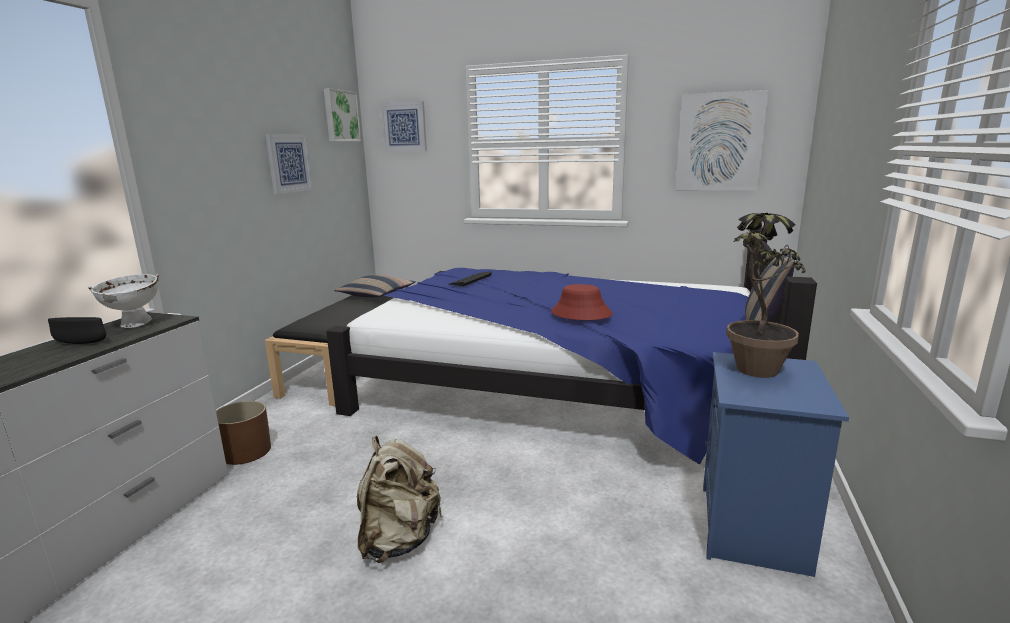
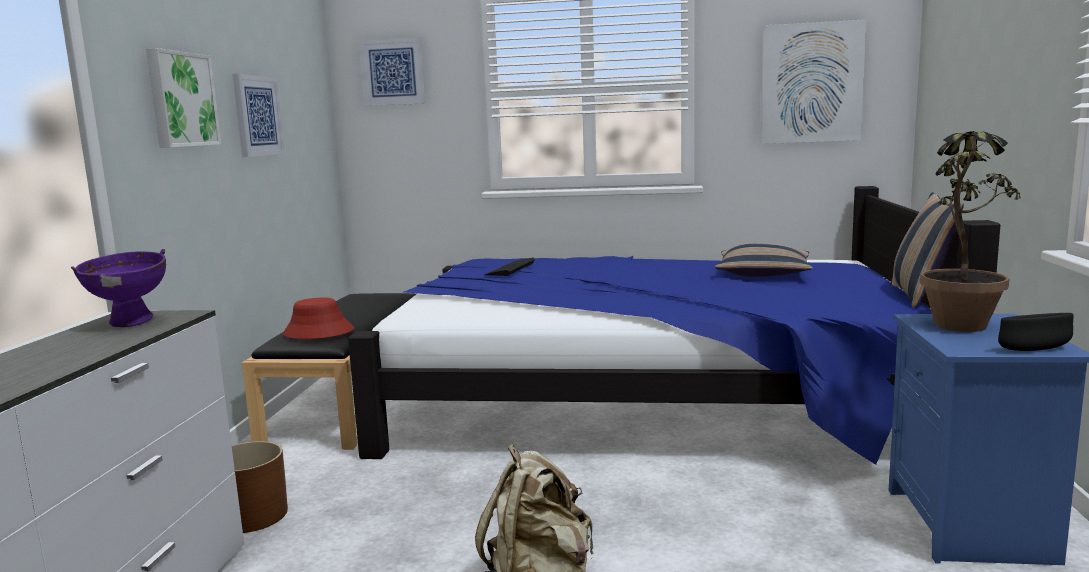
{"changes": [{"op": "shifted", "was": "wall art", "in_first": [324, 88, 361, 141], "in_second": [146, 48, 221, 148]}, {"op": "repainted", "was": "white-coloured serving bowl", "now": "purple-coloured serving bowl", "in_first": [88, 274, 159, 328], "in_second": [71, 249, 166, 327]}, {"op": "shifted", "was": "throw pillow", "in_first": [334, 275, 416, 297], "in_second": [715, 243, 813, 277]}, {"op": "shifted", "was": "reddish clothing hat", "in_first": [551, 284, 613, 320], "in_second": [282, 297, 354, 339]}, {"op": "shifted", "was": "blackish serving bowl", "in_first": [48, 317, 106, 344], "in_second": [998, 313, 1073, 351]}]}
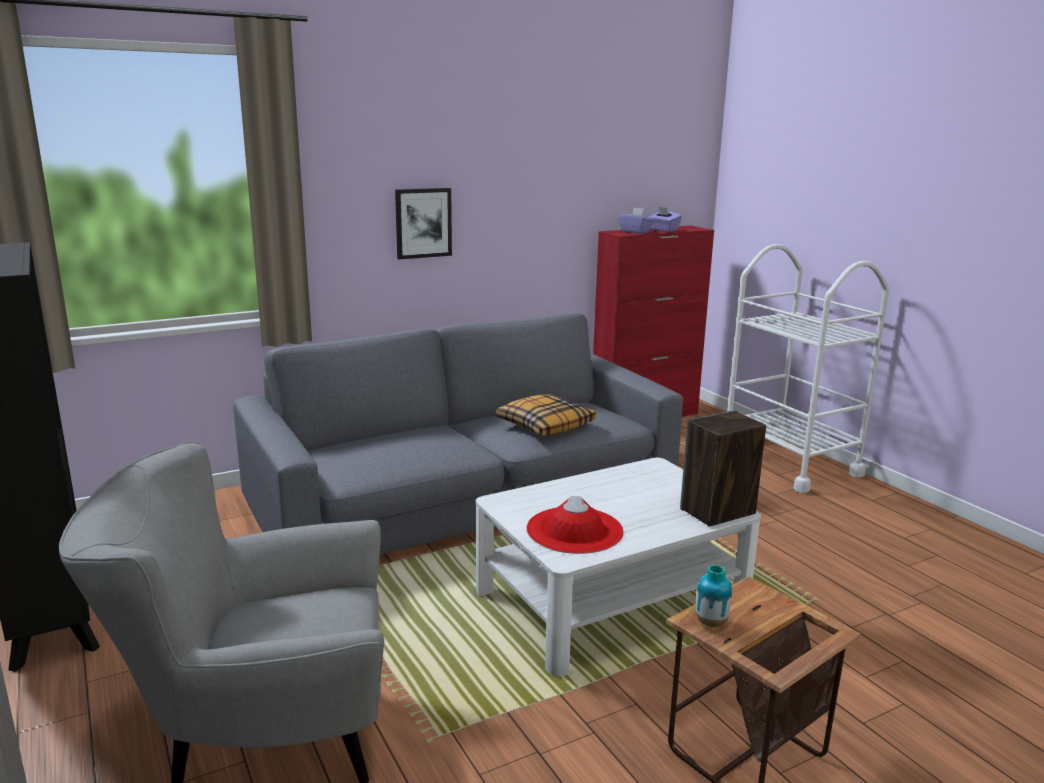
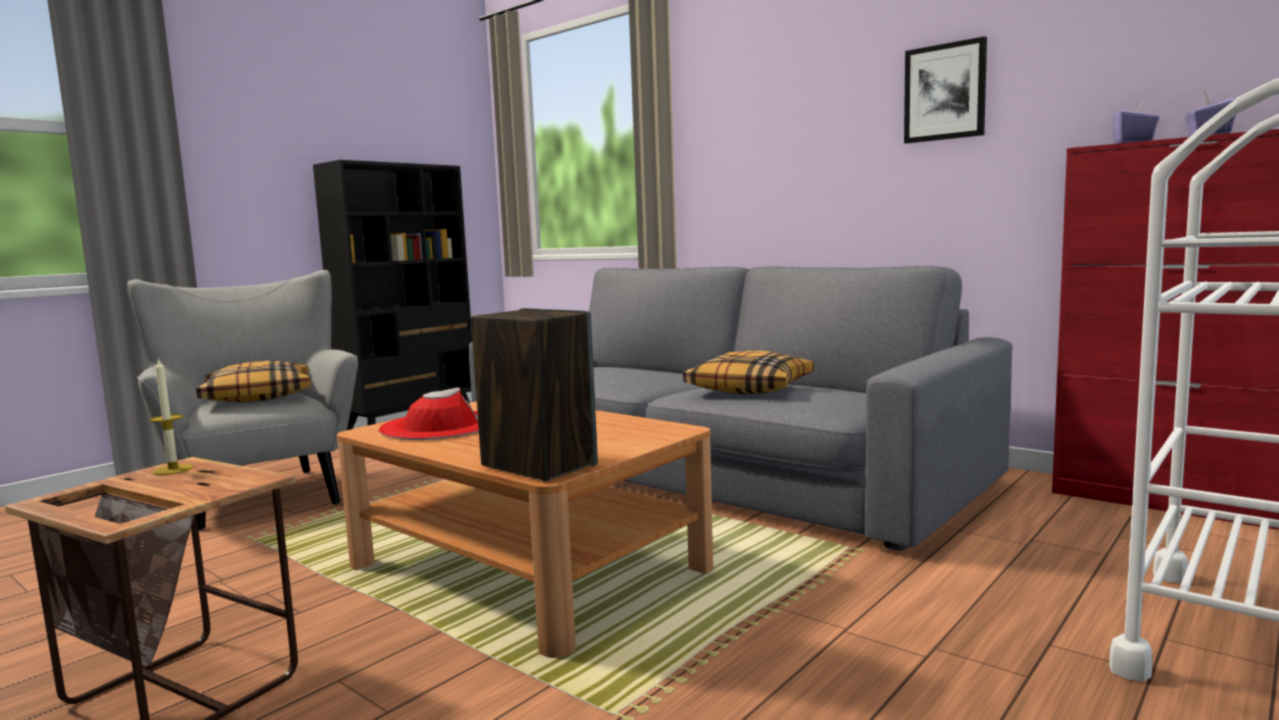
{"changes": [{"op": "shifted", "was": "wall art", "in_first": [395, 188, 452, 259], "in_second": [904, 36, 987, 144]}, {"op": "repainted", "was": "white-coloured low table", "now": "brown low table", "in_first": [476, 458, 761, 677], "in_second": [337, 401, 713, 658]}, {"op": "swapped", "was": "vase", "now": "wax candle", "in_first": [696, 565, 732, 627], "in_second": [149, 358, 193, 475]}, {"op": "new", "now": "throw pillow", "in_second": [196, 361, 311, 402]}]}
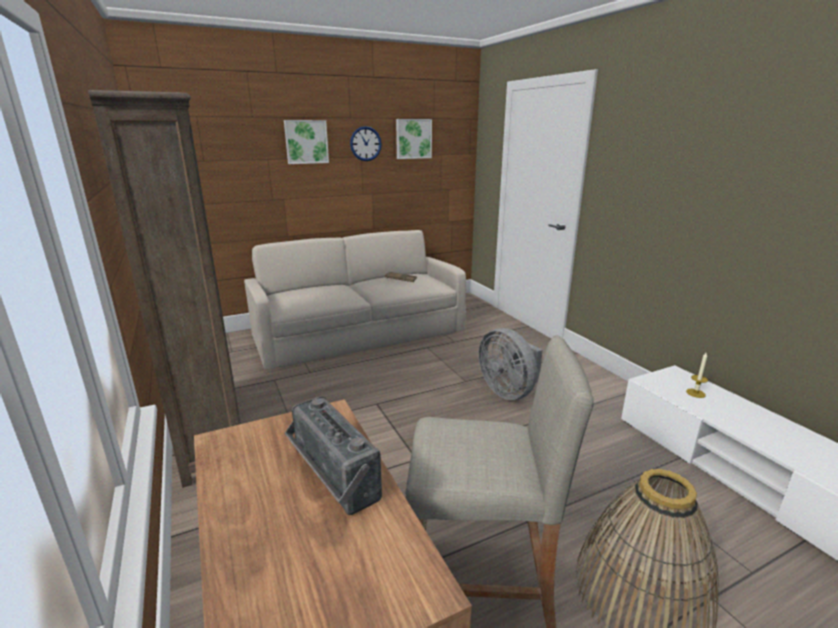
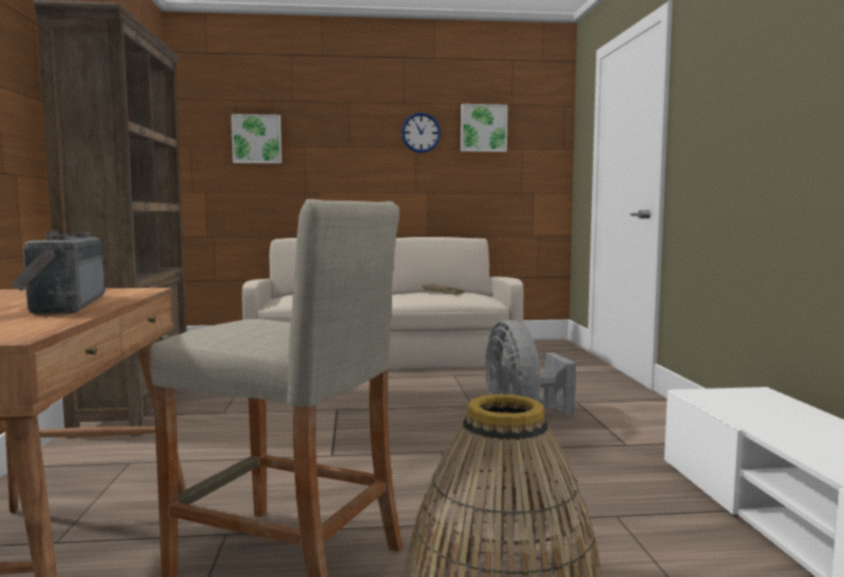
{"changes": [{"op": "shifted", "was": "wall art", "in_first": [284, 120, 329, 164], "in_second": [231, 114, 282, 164]}, {"op": "gone", "was": "wax candle", "in_first": [686, 353, 708, 398]}]}
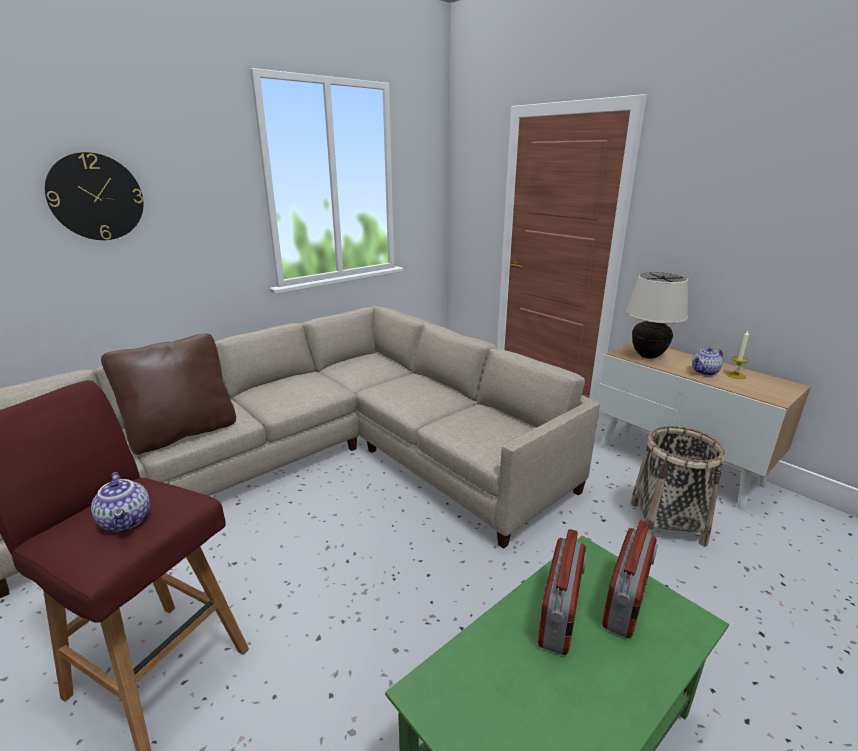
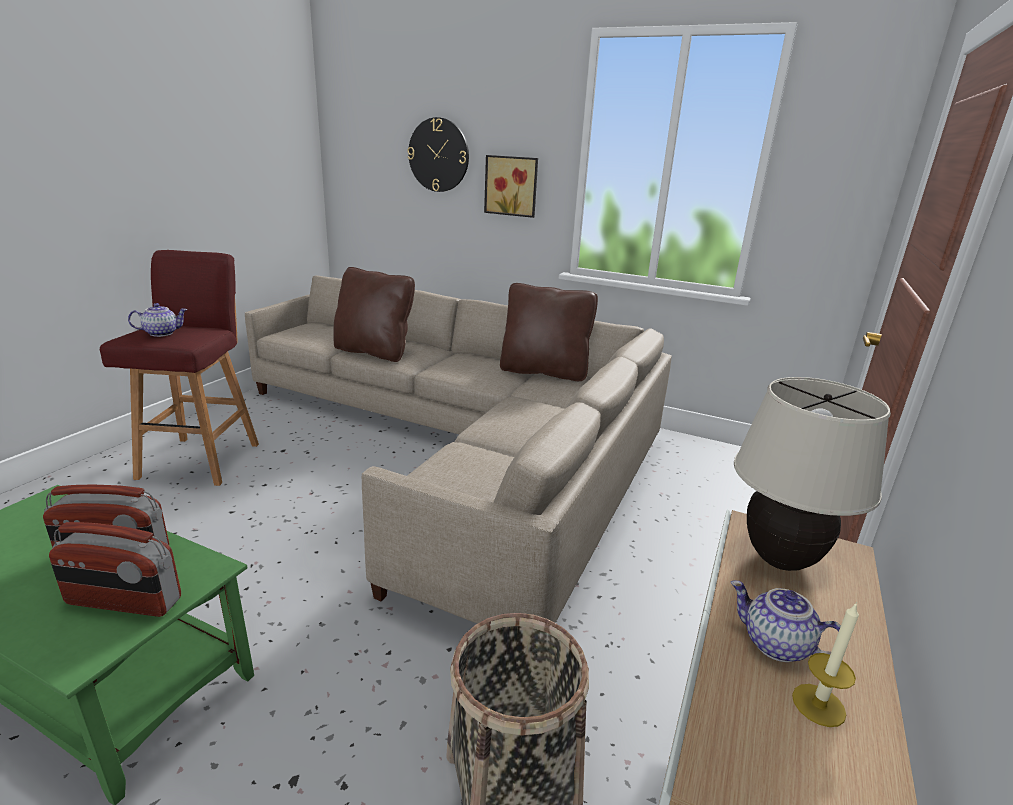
{"changes": [{"op": "rotated", "was": "pot for tea", "in_first": [91, 472, 150, 532], "in_second": [128, 303, 187, 337], "clockwise": -150}, {"op": "new", "now": "wall art", "in_second": [484, 155, 538, 218]}, {"op": "new", "now": "brown throw pillow", "in_second": [500, 283, 598, 381]}]}
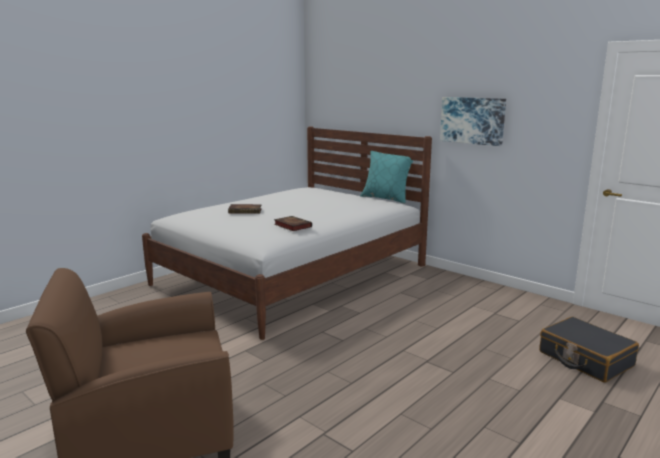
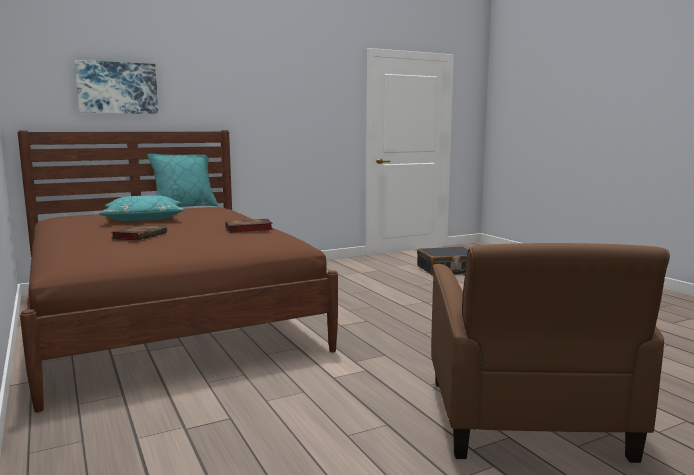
{"changes": [{"op": "shifted", "was": "wall art", "in_first": [440, 97, 506, 146], "in_second": [75, 60, 158, 114]}, {"op": "repainted", "was": "white-coloured bed", "now": "brown bed", "in_first": [142, 126, 432, 340], "in_second": [18, 130, 338, 412]}, {"op": "new", "now": "blue-green throw pillow", "in_second": [99, 195, 184, 221]}]}
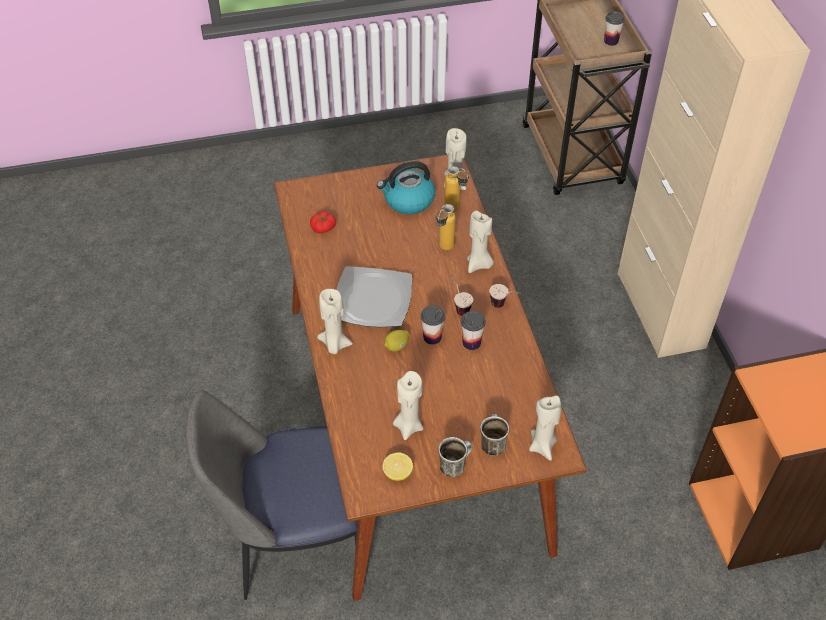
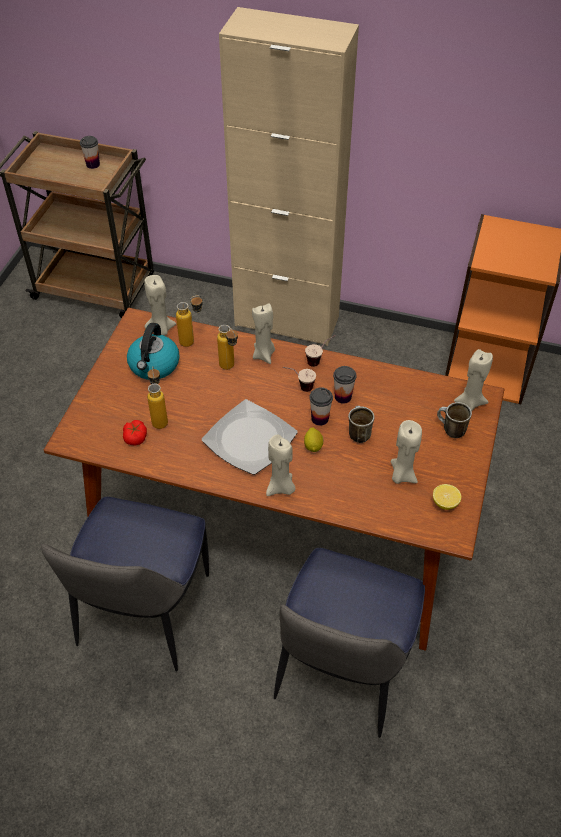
{"changes": [{"op": "shifted", "was": "mug", "in_first": [438, 437, 473, 477], "in_second": [348, 406, 375, 443]}, {"op": "new", "now": "bottle", "in_second": [147, 366, 168, 429]}, {"op": "new", "now": "plain chair", "in_second": [41, 497, 209, 672]}]}
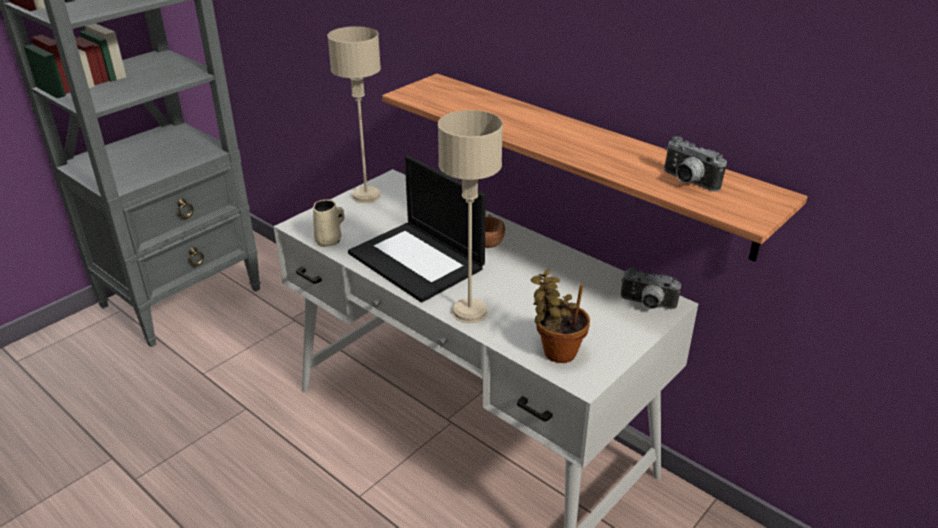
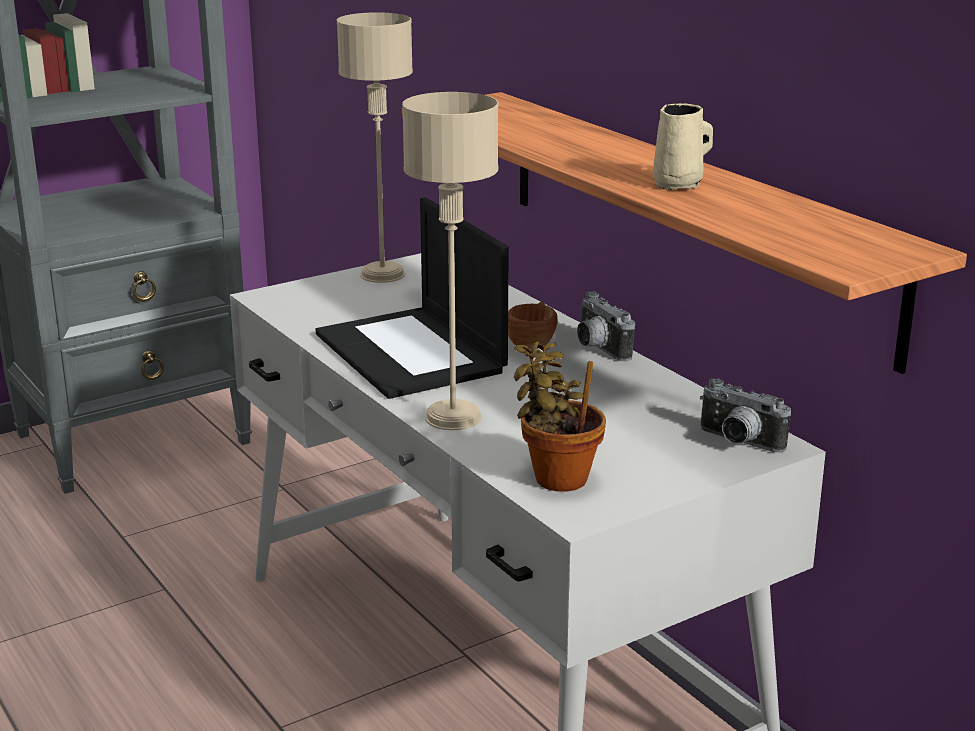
{"changes": [{"op": "shifted", "was": "photo camera", "in_first": [664, 136, 727, 192], "in_second": [577, 291, 635, 361]}, {"op": "shifted", "was": "beige-coloured mug", "in_first": [313, 199, 345, 247], "in_second": [653, 103, 713, 190]}]}
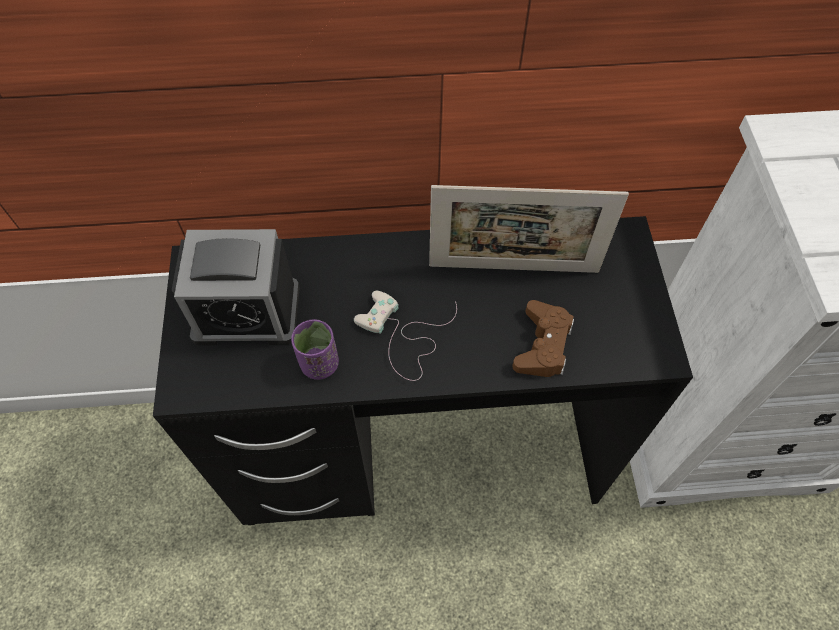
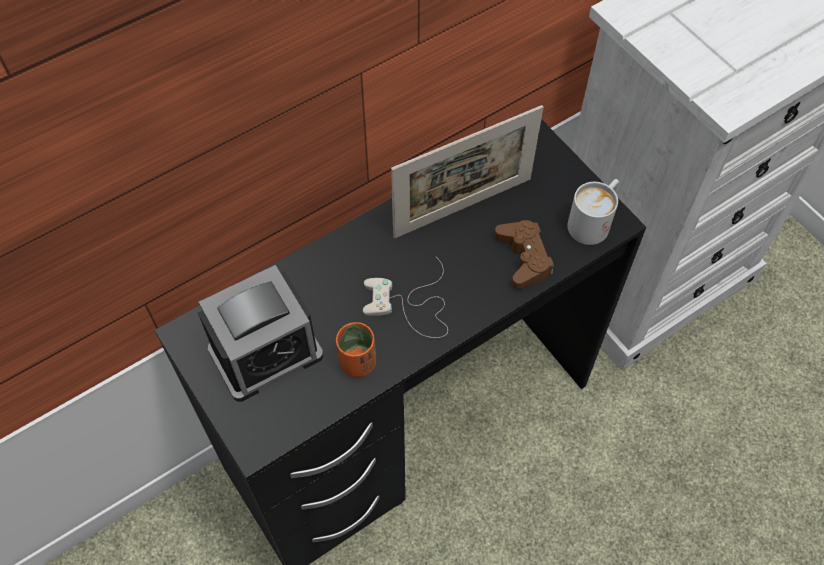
{"changes": [{"op": "repainted", "was": "purple-coloured small cup", "now": "orange-coloured small cup", "in_first": [291, 319, 339, 380], "in_second": [336, 322, 376, 377]}, {"op": "new", "now": "white-coloured mug", "in_second": [567, 179, 619, 245]}]}
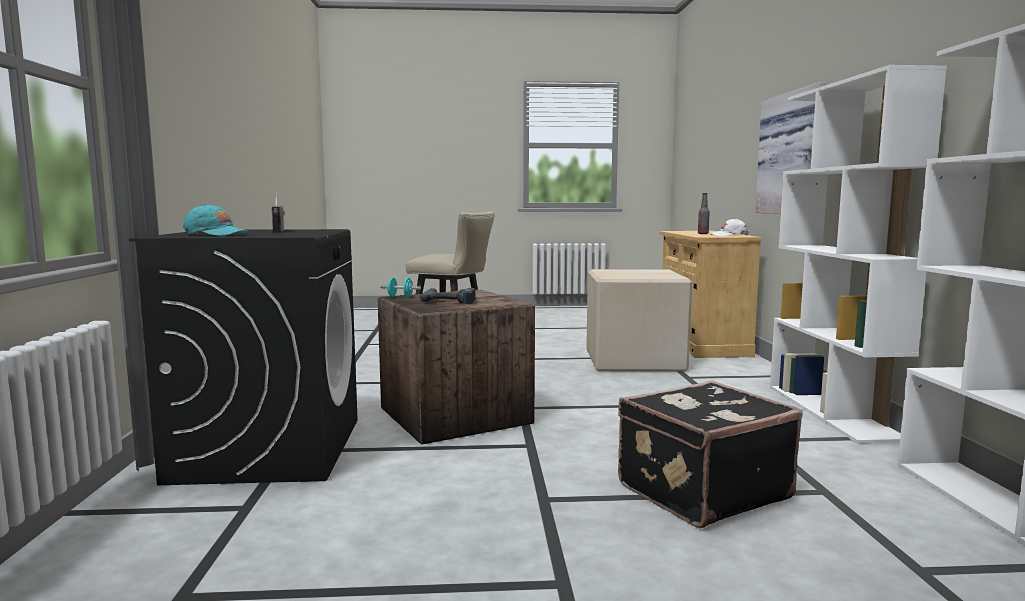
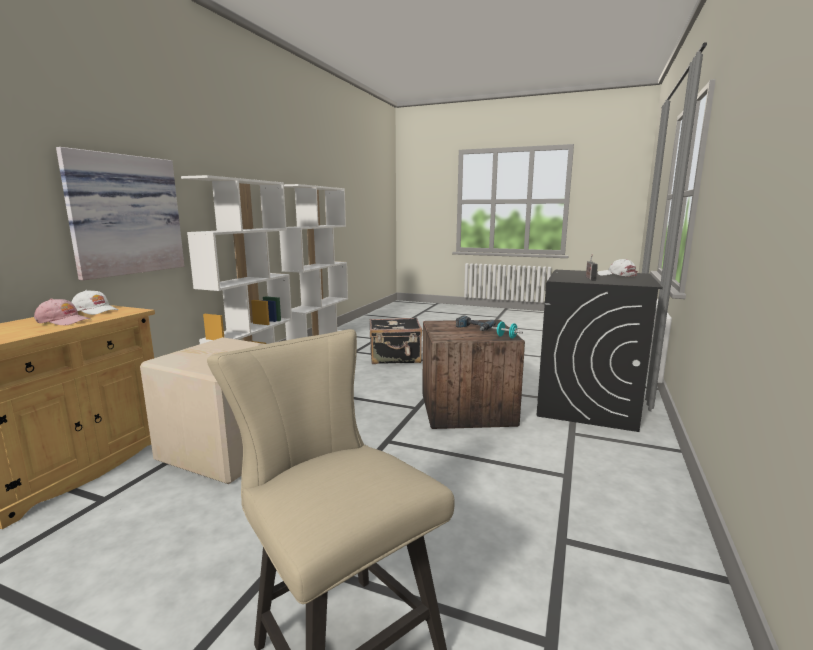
{"changes": [{"op": "swapped", "was": "bottle", "now": "pink peaked cap", "in_first": [698, 193, 710, 234], "in_second": [34, 299, 90, 326]}, {"op": "repainted", "was": "blue-green peaked cap", "now": "white-coloured peaked cap", "in_first": [183, 204, 250, 236], "in_second": [597, 259, 638, 277]}]}
